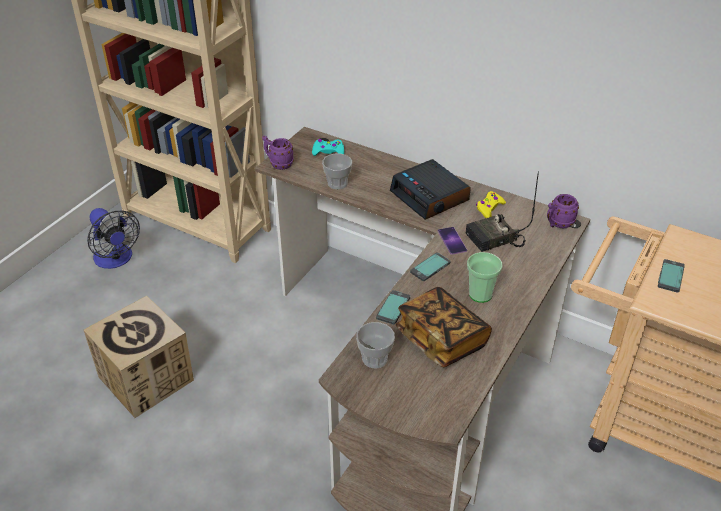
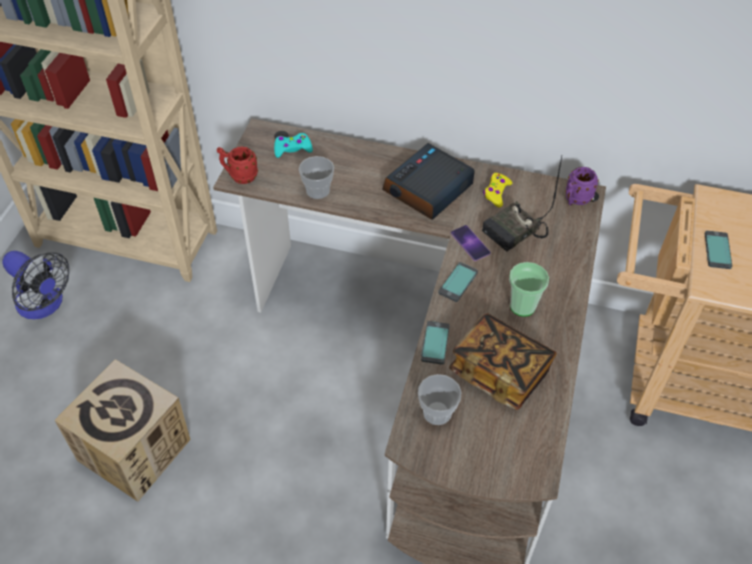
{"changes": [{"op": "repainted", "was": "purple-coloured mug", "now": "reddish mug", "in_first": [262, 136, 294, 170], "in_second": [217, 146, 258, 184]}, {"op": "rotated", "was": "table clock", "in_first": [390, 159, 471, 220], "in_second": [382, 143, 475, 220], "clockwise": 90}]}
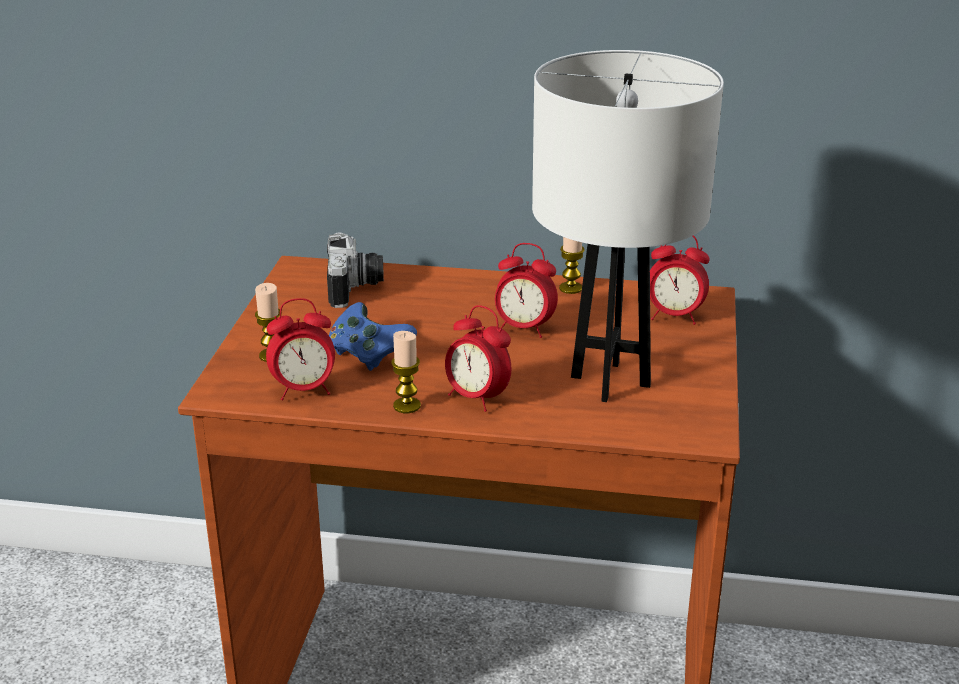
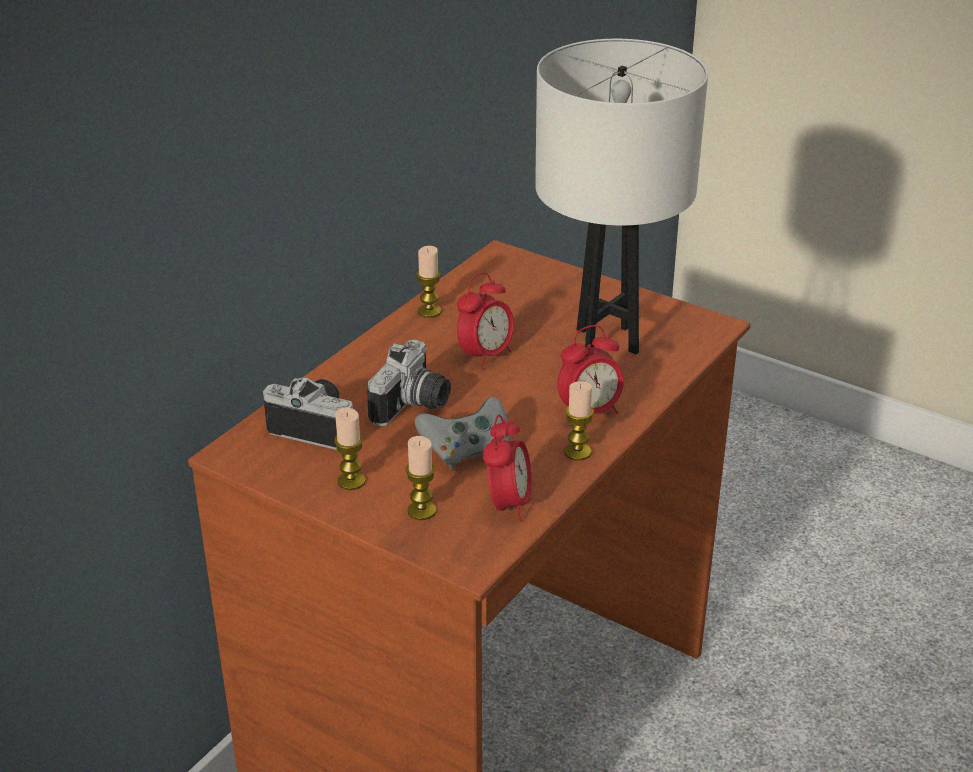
{"changes": [{"op": "gone", "was": "table clock", "in_first": [650, 235, 710, 325]}, {"op": "repainted", "was": "blue game controller", "now": "grey game controller", "in_first": [329, 302, 417, 371], "in_second": [415, 397, 509, 469]}, {"op": "new", "now": "photo camera", "in_second": [367, 340, 451, 427]}, {"op": "new", "now": "wax candle", "in_second": [334, 408, 366, 490]}]}
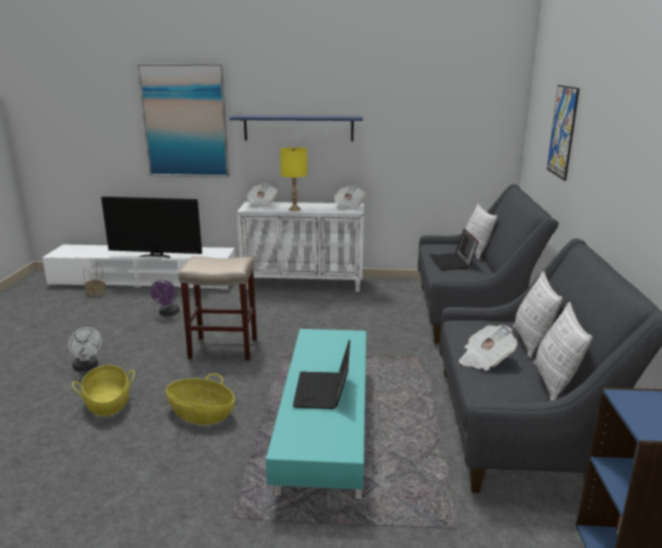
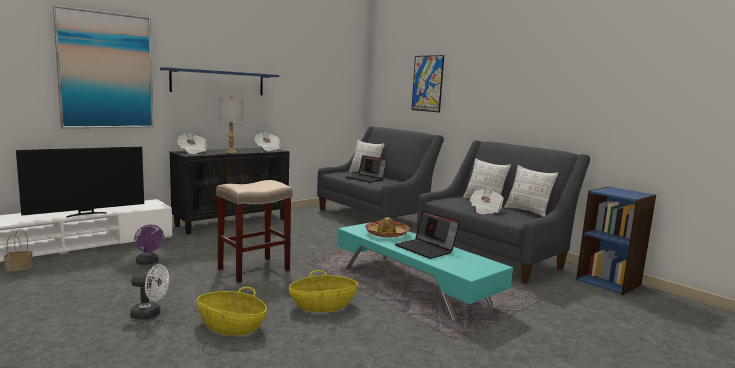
{"changes": [{"op": "repainted", "was": "yellow-coloured table lamp", "now": "grey table lamp", "in_first": [280, 147, 307, 211], "in_second": [219, 96, 244, 153]}, {"op": "repainted", "was": "white-coloured storage cabinet", "now": "blackish storage cabinet", "in_first": [237, 202, 364, 292], "in_second": [170, 148, 290, 234]}, {"op": "new", "now": "clothing hat", "in_second": [365, 217, 410, 237]}]}
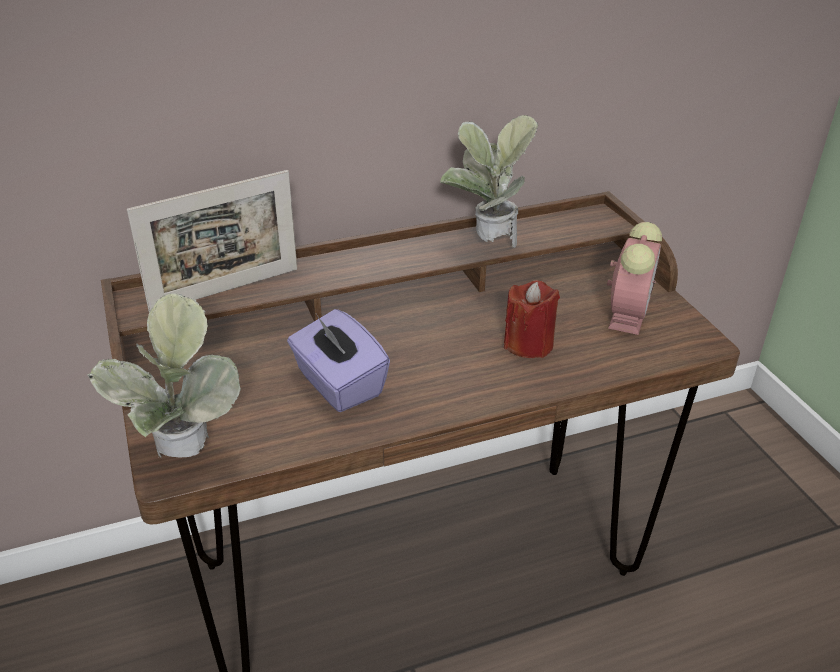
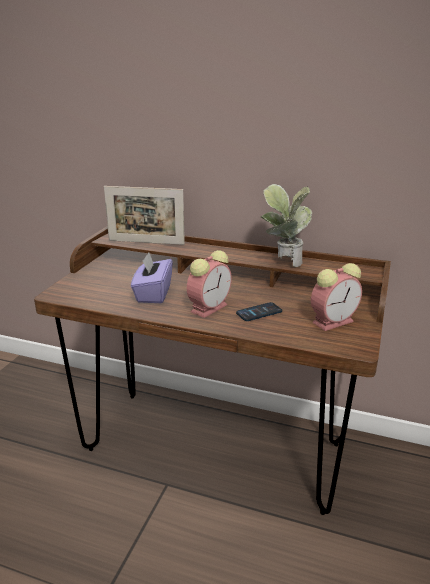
{"changes": [{"op": "swapped", "was": "reddish wax candle", "now": "phone", "in_first": [504, 280, 560, 358], "in_second": [236, 302, 282, 321]}, {"op": "gone", "was": "potted plant", "in_first": [87, 293, 241, 458]}, {"op": "new", "now": "table clock", "in_second": [187, 250, 232, 318]}]}
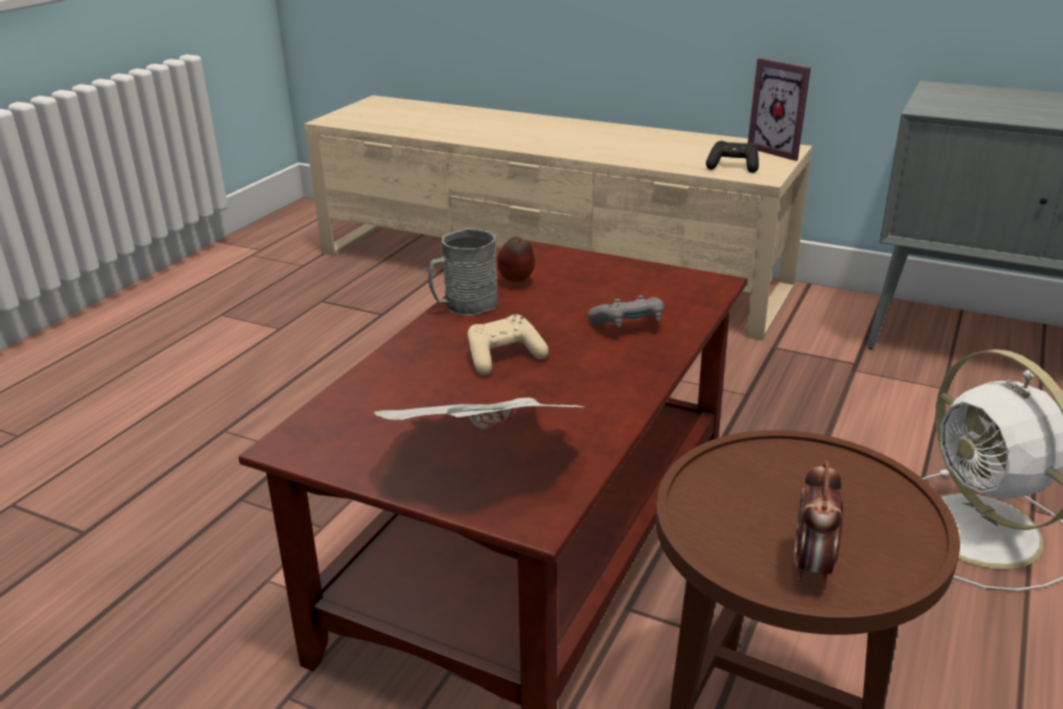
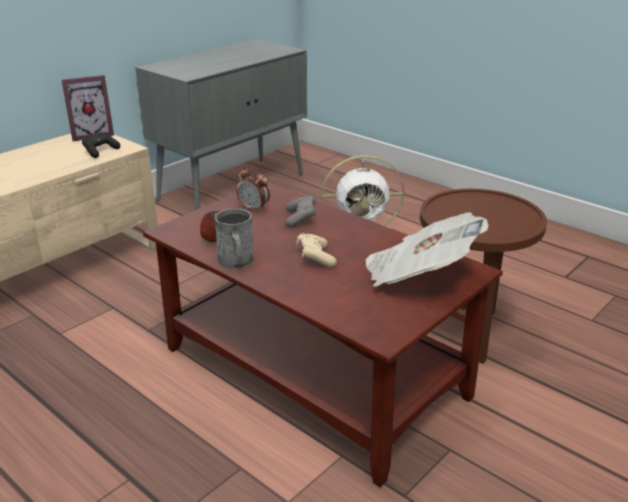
{"changes": [{"op": "shifted", "was": "table clock", "in_first": [794, 460, 843, 582], "in_second": [236, 166, 270, 213]}]}
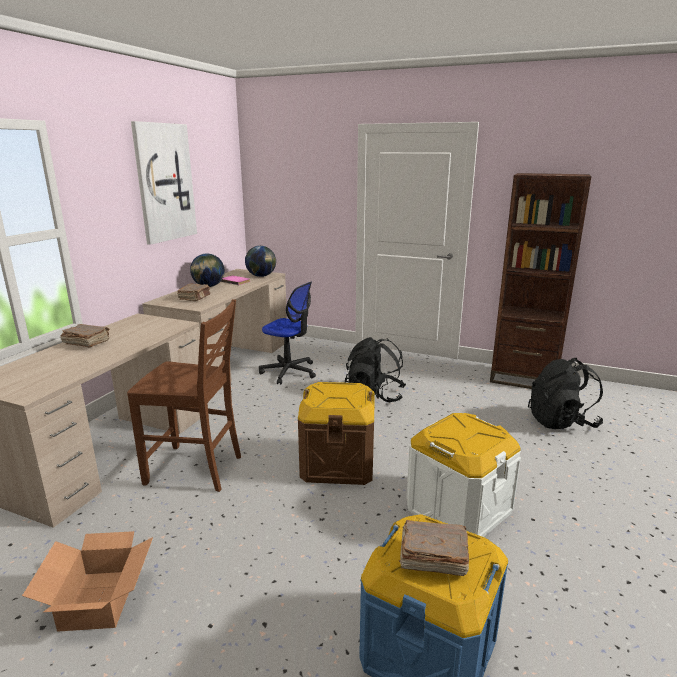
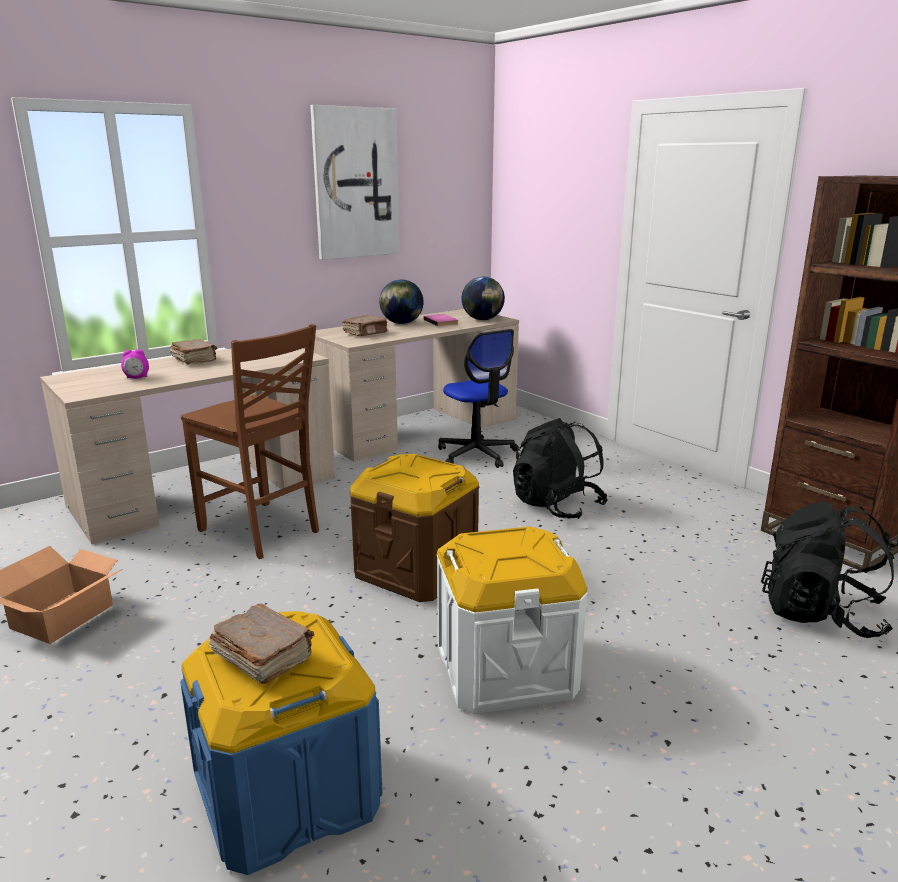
{"changes": [{"op": "new", "now": "table clock", "in_second": [121, 349, 149, 379]}]}
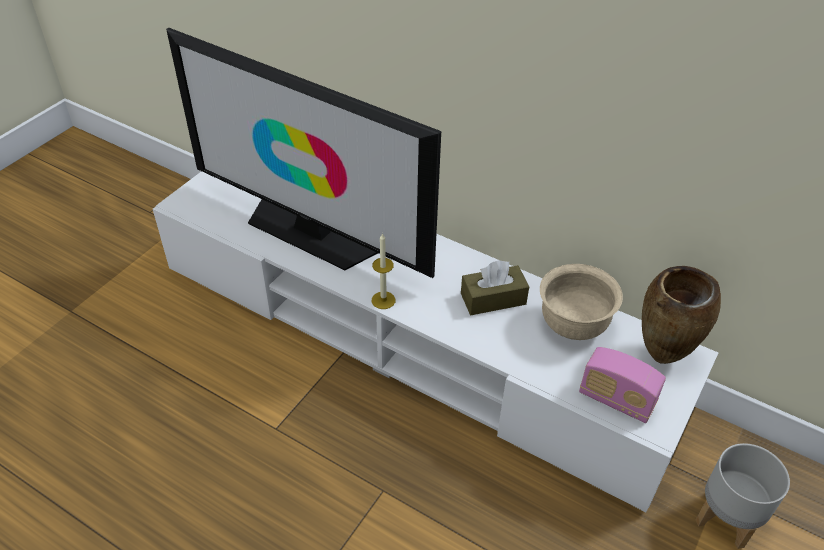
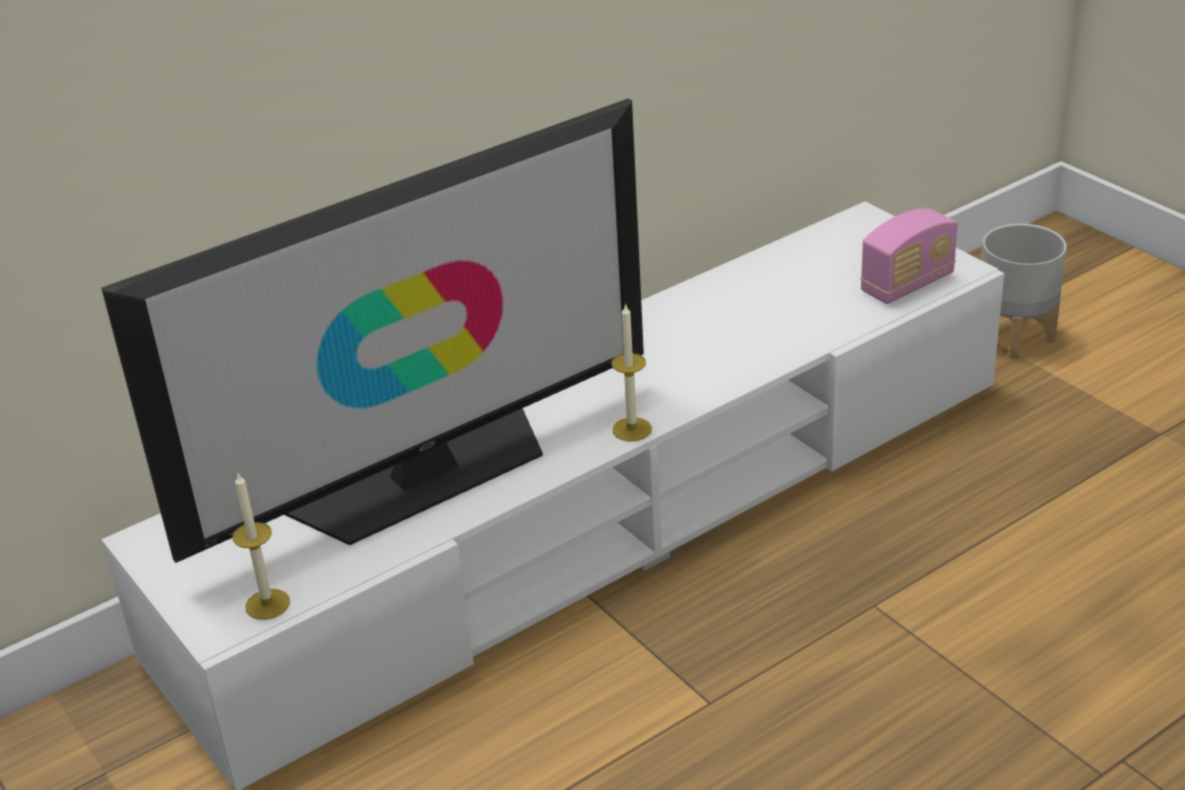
{"changes": [{"op": "gone", "was": "brown box of tissues", "in_first": [461, 260, 529, 315]}, {"op": "gone", "was": "beige-coloured serving bowl", "in_first": [540, 264, 623, 340]}, {"op": "gone", "was": "brown vase", "in_first": [642, 266, 721, 364]}, {"op": "new", "now": "wax candle", "in_second": [232, 473, 290, 620]}]}
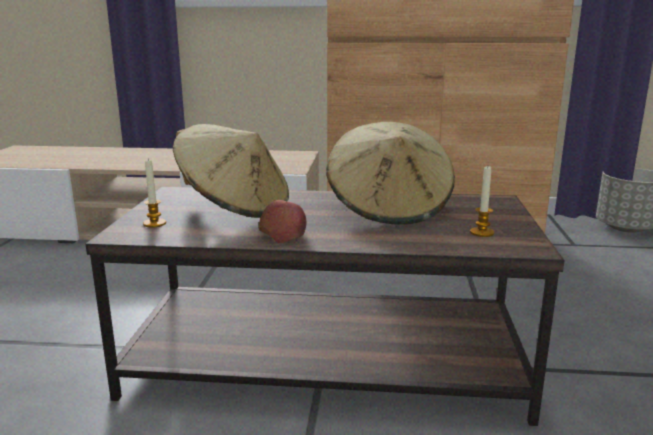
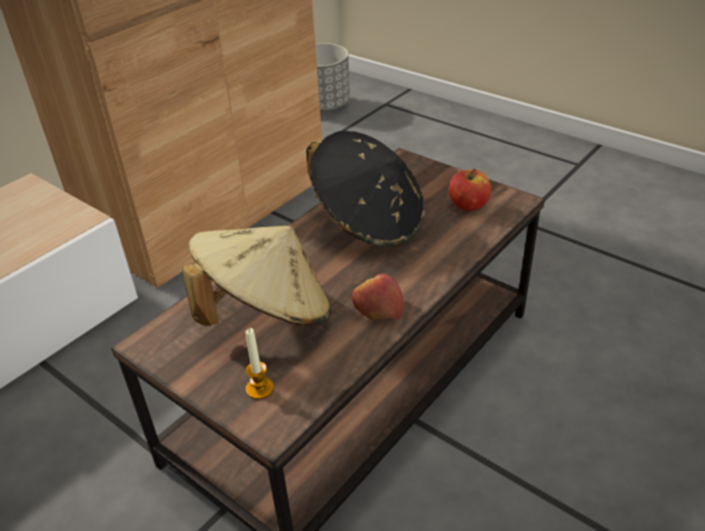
{"changes": [{"op": "repainted", "was": "beige-coloured clothing hat", "now": "blackish clothing hat", "in_first": [326, 122, 455, 225], "in_second": [306, 131, 425, 247]}, {"op": "swapped", "was": "wax candle", "now": "apple", "in_first": [470, 166, 494, 237], "in_second": [449, 169, 491, 211]}]}
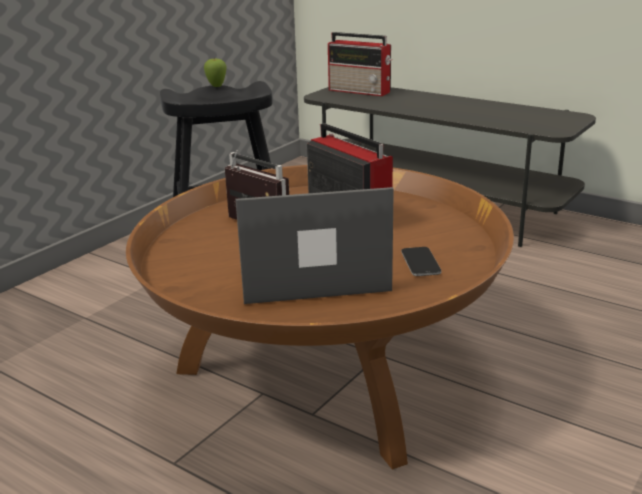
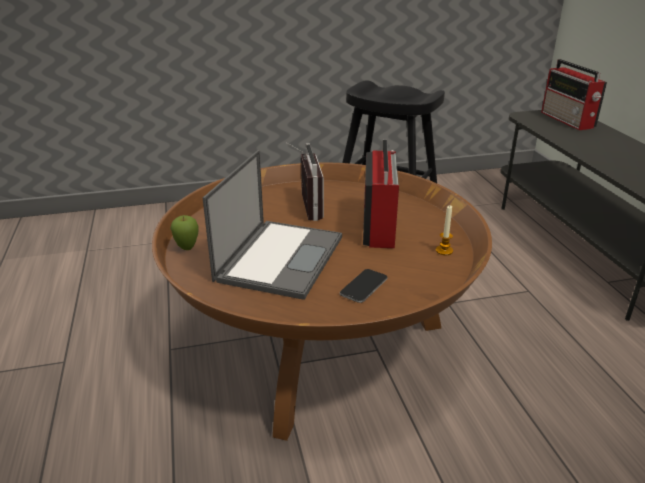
{"changes": [{"op": "shifted", "was": "apple", "in_first": [204, 58, 227, 87], "in_second": [170, 215, 198, 250]}, {"op": "rotated", "was": "notebook computer", "in_first": [235, 187, 394, 304], "in_second": [203, 150, 342, 300], "clockwise": 75}, {"op": "new", "now": "wax candle", "in_second": [436, 206, 453, 255]}]}
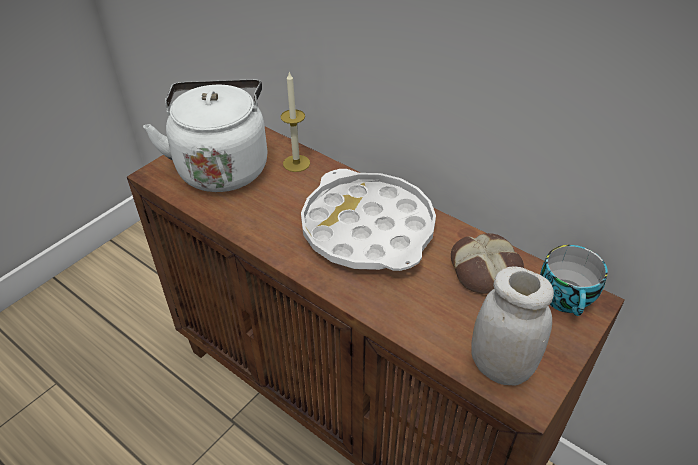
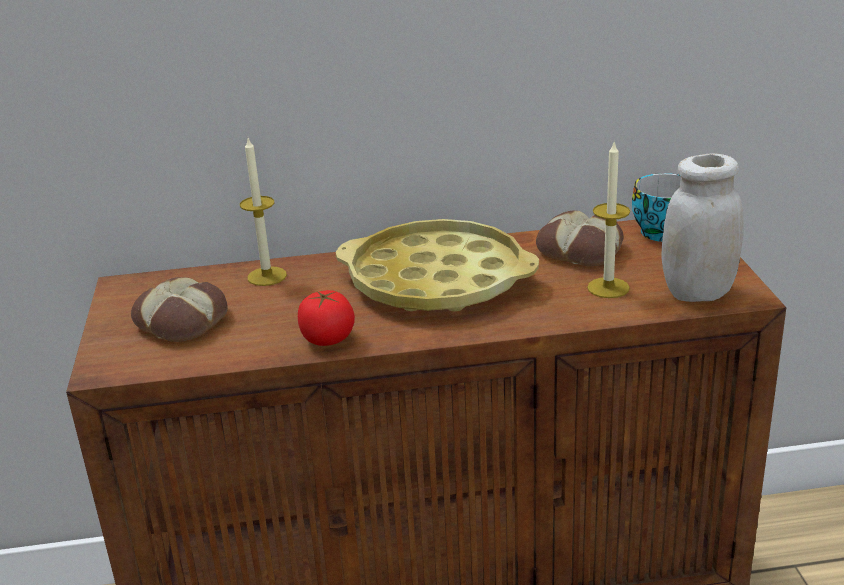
{"changes": [{"op": "swapped", "was": "white-coloured tea kettle", "now": "baked bread", "in_first": [143, 79, 267, 192], "in_second": [131, 277, 228, 342]}, {"op": "repainted", "was": "white-coloured serving tray", "now": "yellow-coloured serving tray", "in_first": [301, 169, 436, 271], "in_second": [336, 219, 539, 312]}, {"op": "new", "now": "wax candle", "in_second": [587, 140, 630, 298]}, {"op": "new", "now": "whole tomato", "in_second": [298, 290, 355, 346]}]}
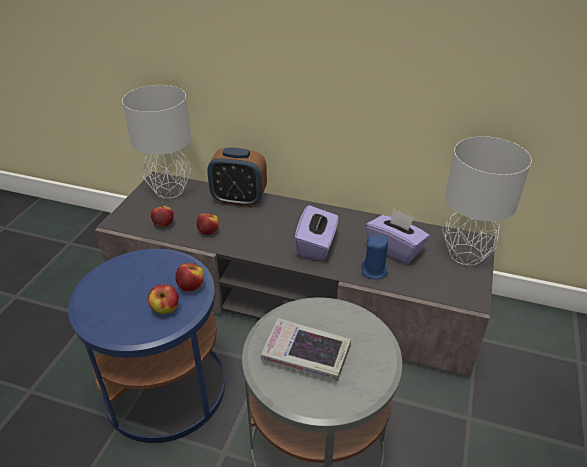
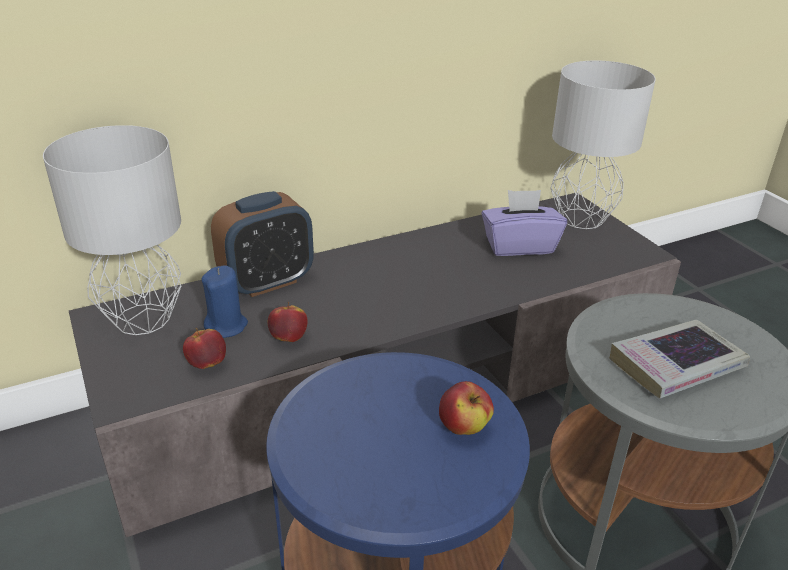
{"changes": [{"op": "gone", "was": "purple-coloured box of tissues", "in_first": [294, 205, 338, 261]}, {"op": "shifted", "was": "blue wax candle", "in_first": [361, 234, 388, 279], "in_second": [202, 265, 248, 338]}, {"op": "gone", "was": "apple", "in_first": [175, 263, 204, 292]}]}
